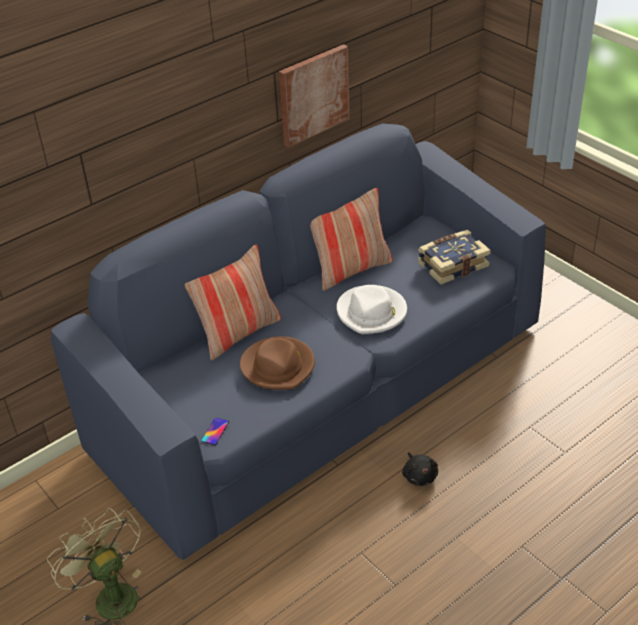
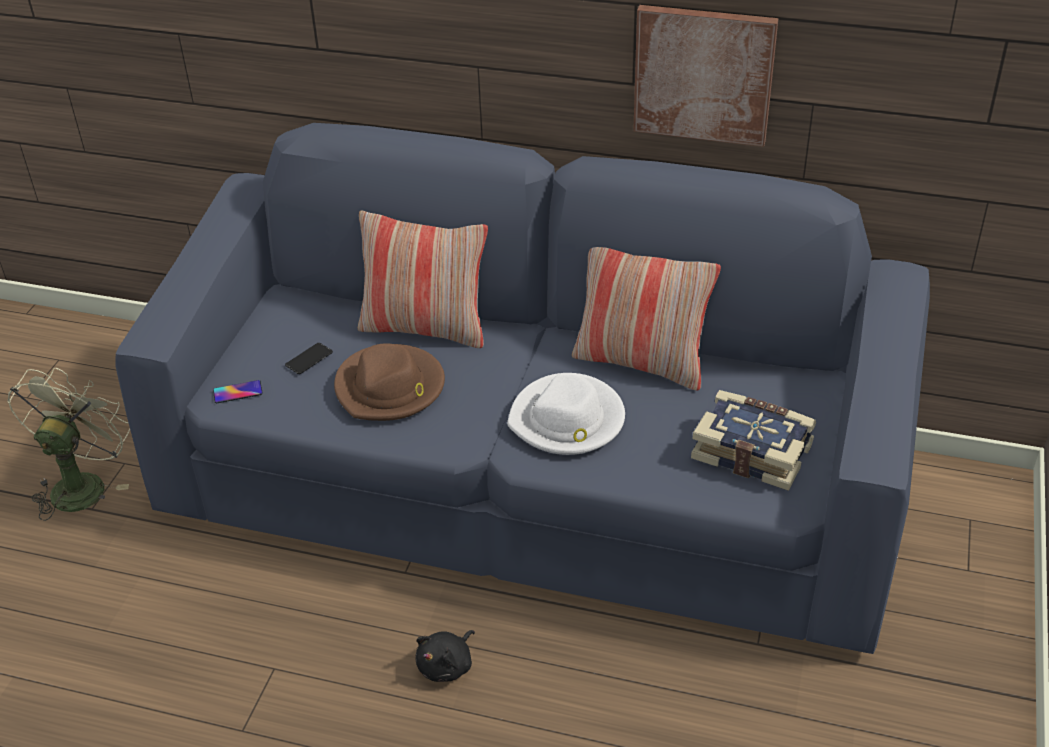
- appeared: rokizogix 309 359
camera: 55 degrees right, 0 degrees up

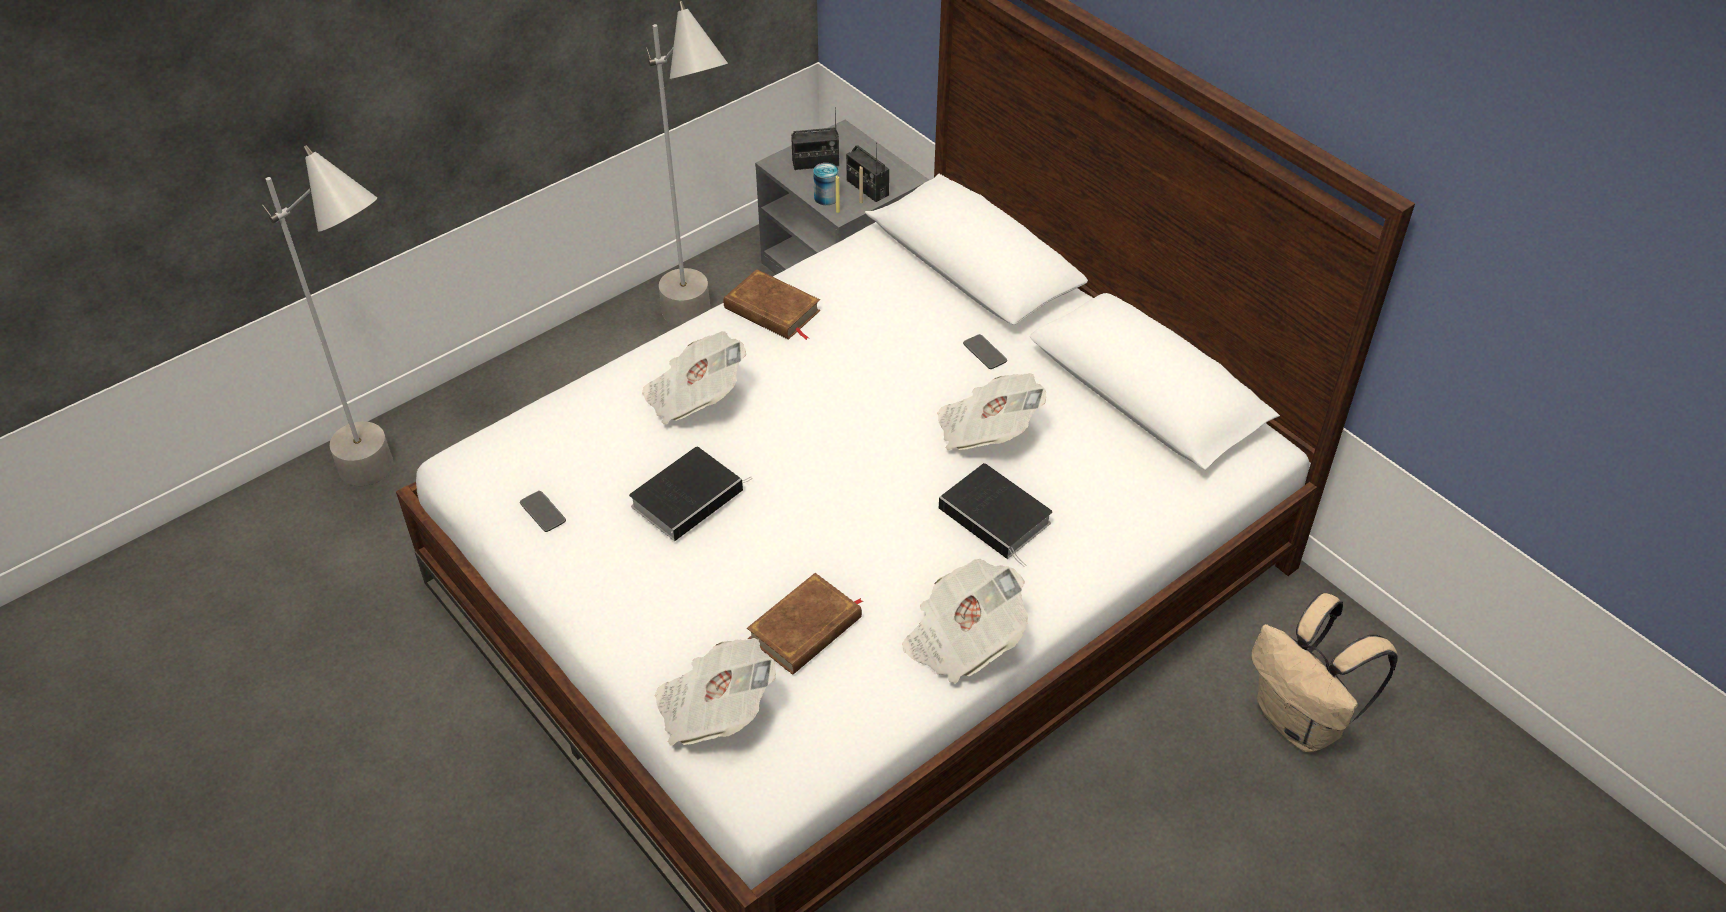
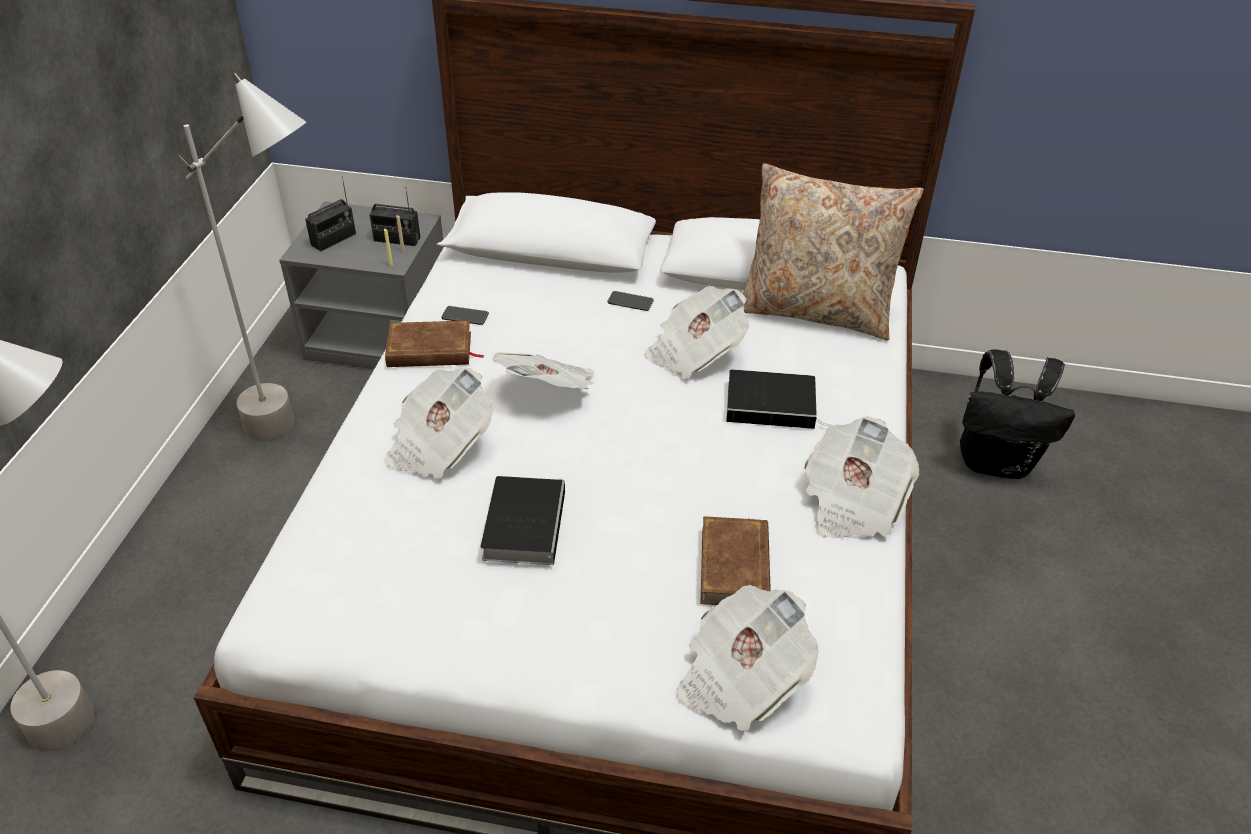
- missing: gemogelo 826 197
- appeared: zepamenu 549 390
- appeared: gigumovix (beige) 816 311
- relocated: rokizogix 543 512 to 465 316
- colour: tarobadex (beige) 1301 721 to tarobadex (black) 996 462
camera: 40 degrees left, 5 degrees down

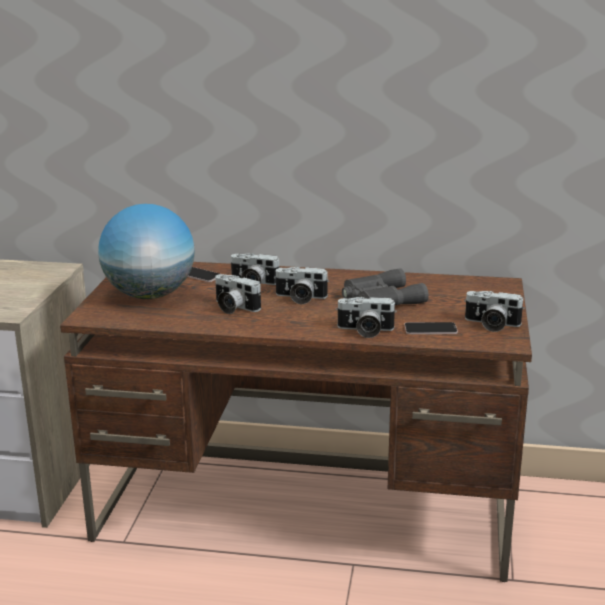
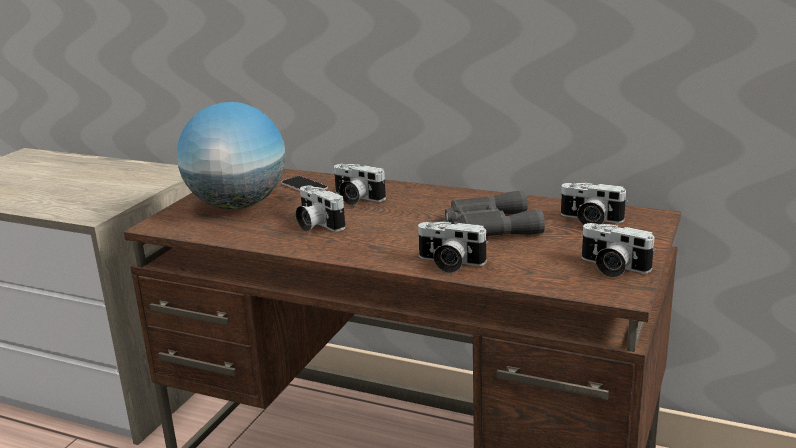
- missing: rokizogix 430 329
- relocated: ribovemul 300 298 to 589 221
camera: 15 degrees right, 0 degrees up

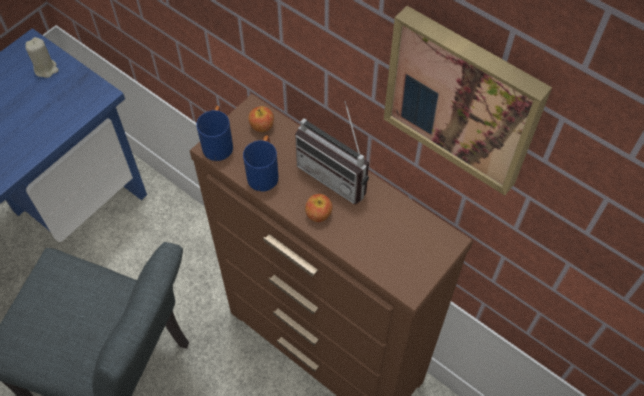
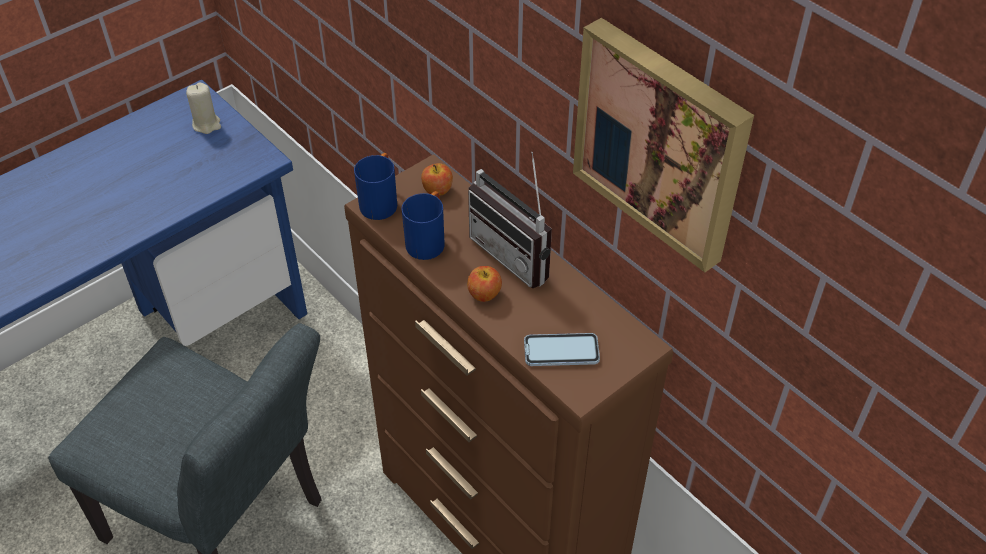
- appeared: rokizogix 561 351
camera: 10 degrees right, 10 degrees down

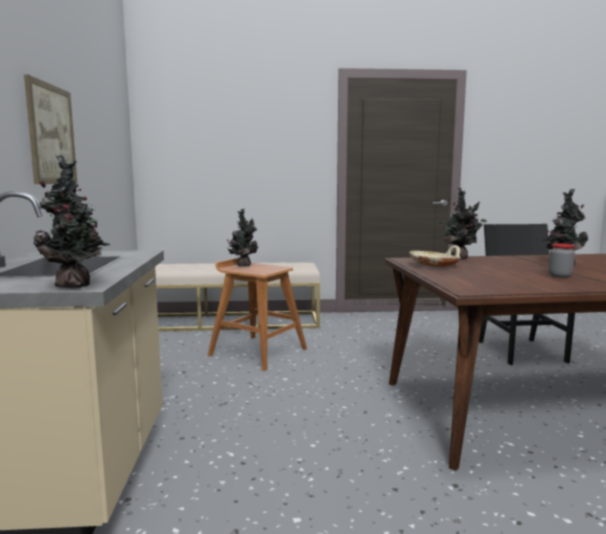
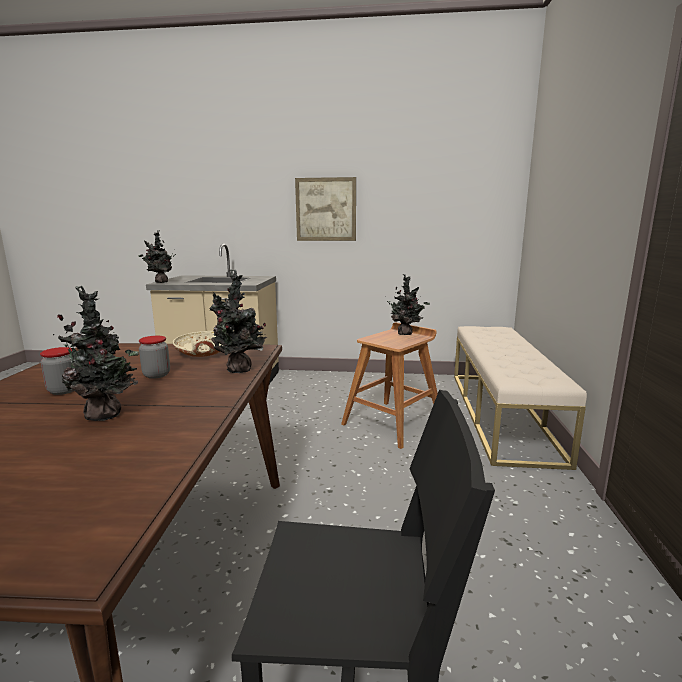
- appeared: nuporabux 156 375
camera: 100 degrees right, 5 degrees up

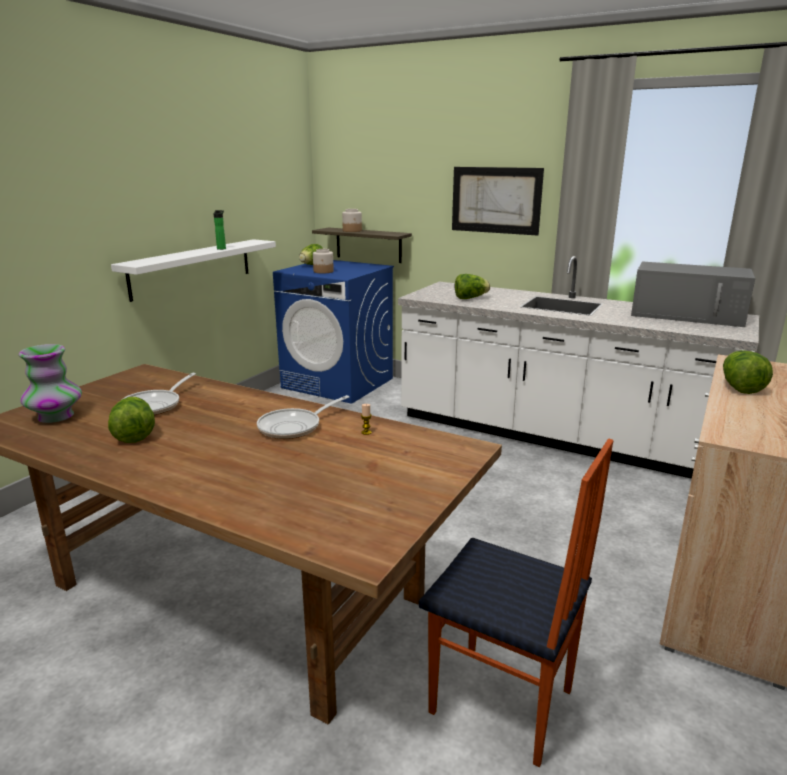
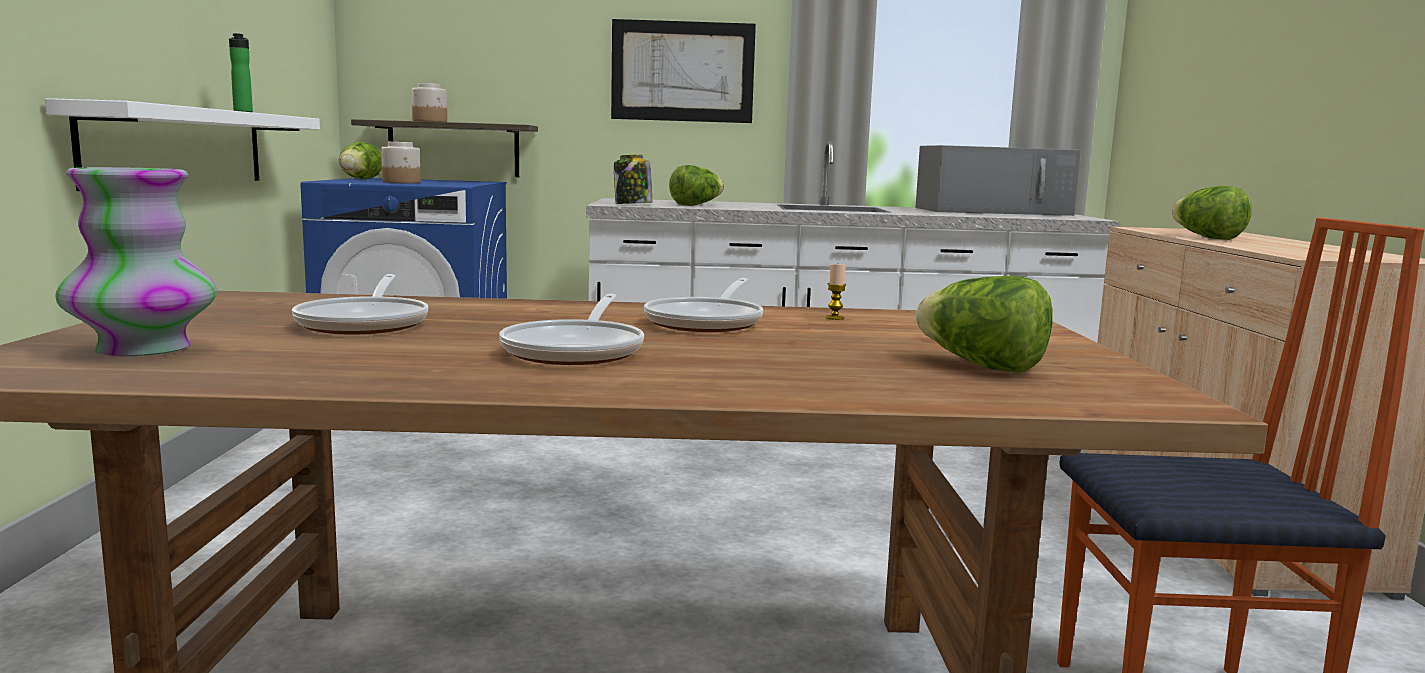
- appeared: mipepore 577 351
- appeared: nuporabux 632 204
- relocated: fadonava 134 435 to 981 366
camera: 30 degrees left, 10 degrees down

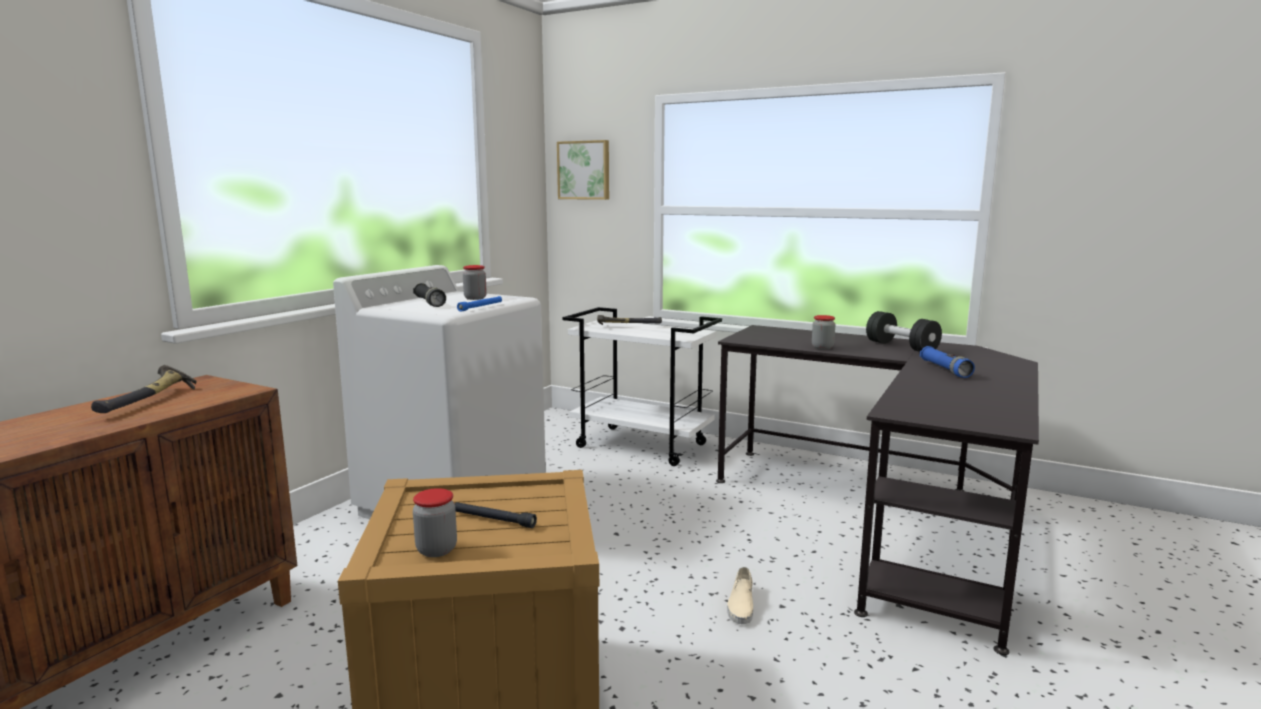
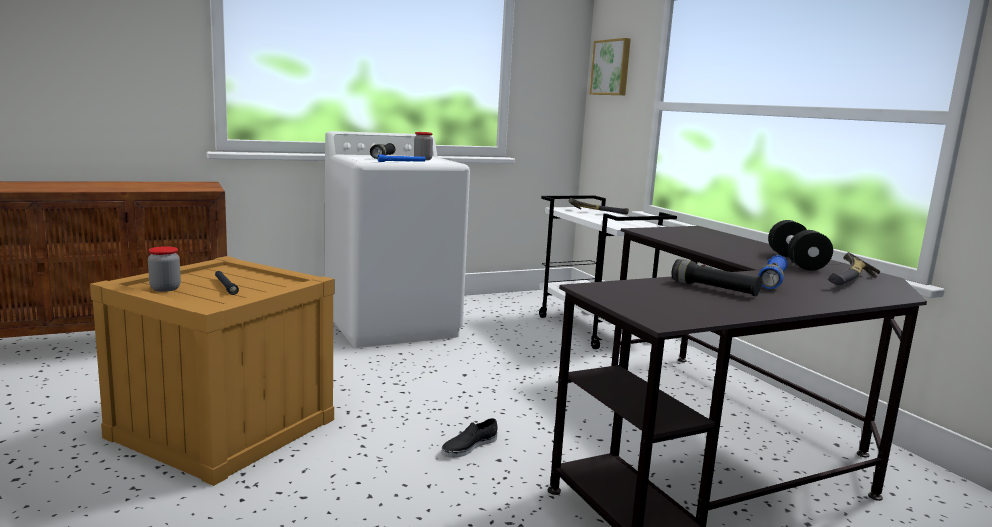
- missing: nuporabux 822 347
- appeared: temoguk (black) 714 289
- relocated: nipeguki 151 400 to 852 281
- colour: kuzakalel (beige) 741 605 to kuzakalel (black) 469 446
camera: 35 degrees right, 0 degrees up

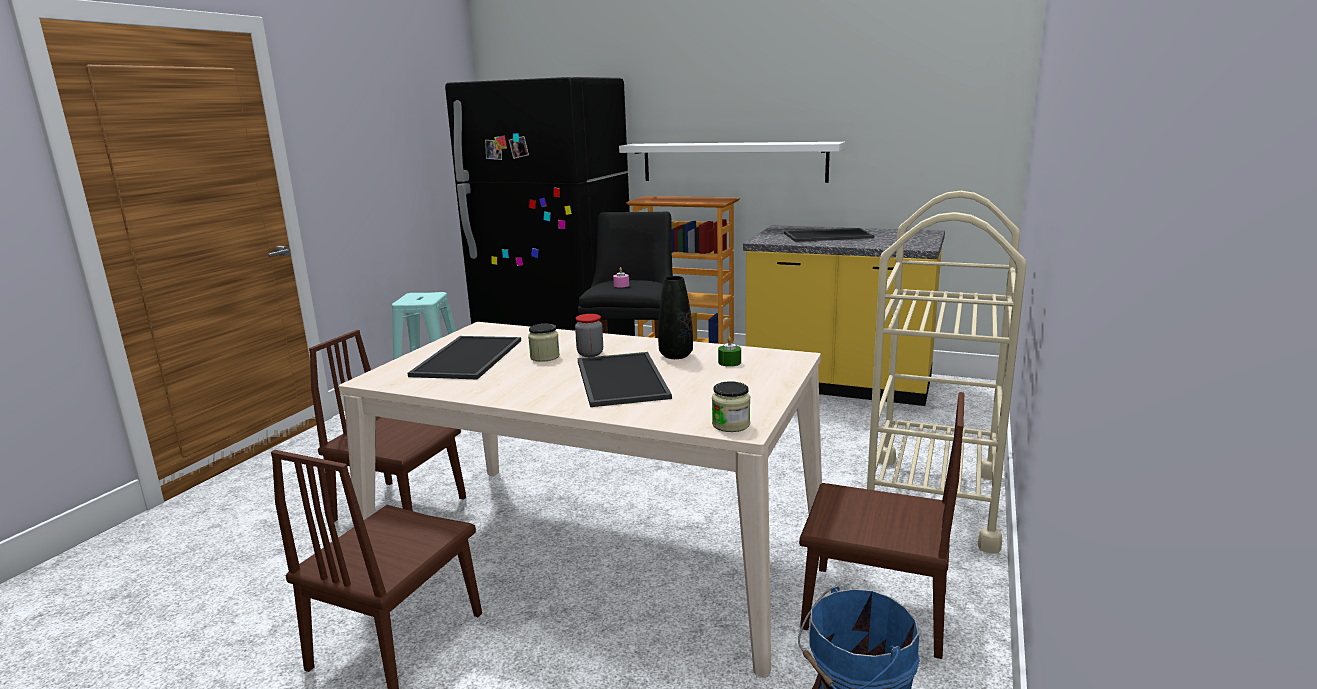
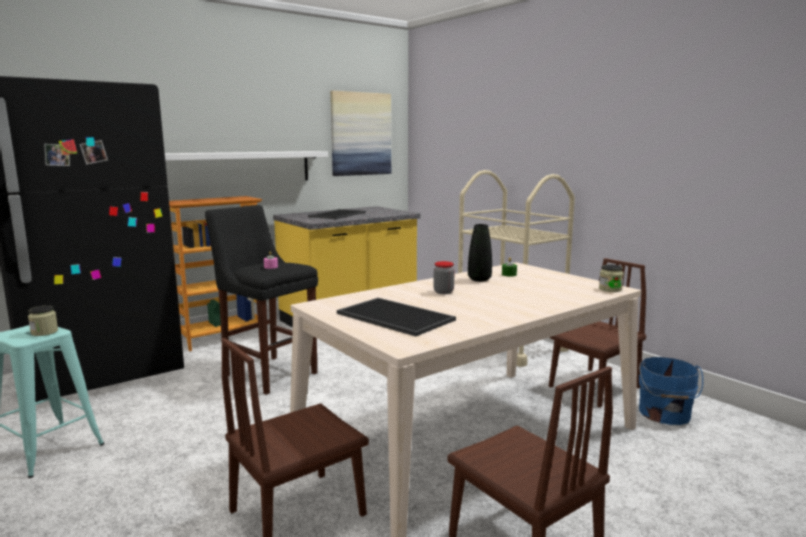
- missing: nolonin 619 379
- appeared: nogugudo 360 134
- relocated: nuporabux 544 357 to 44 332
camera: 60 degrees left, 5 degrees down

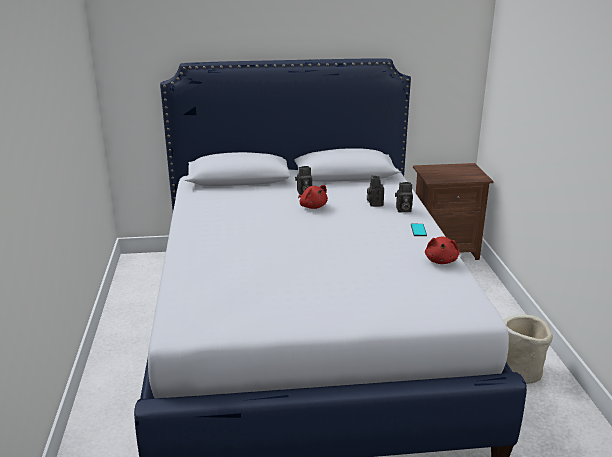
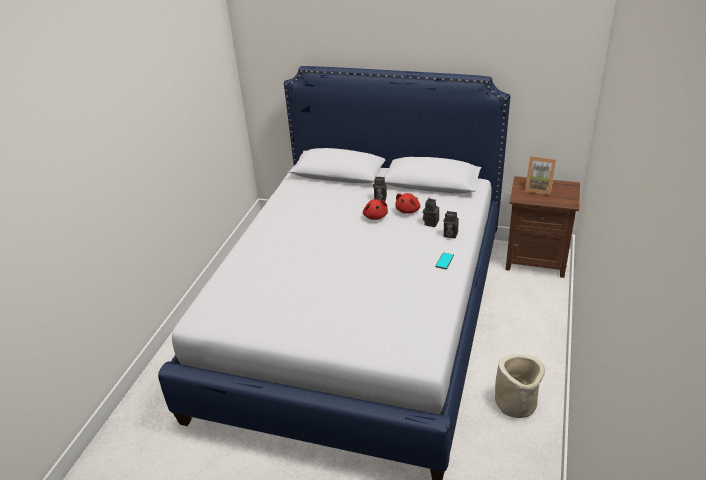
- appeared: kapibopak 538 188
- relocated: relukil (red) 441 260 to 408 210
camera: 25 degrees right, 10 degrees up

